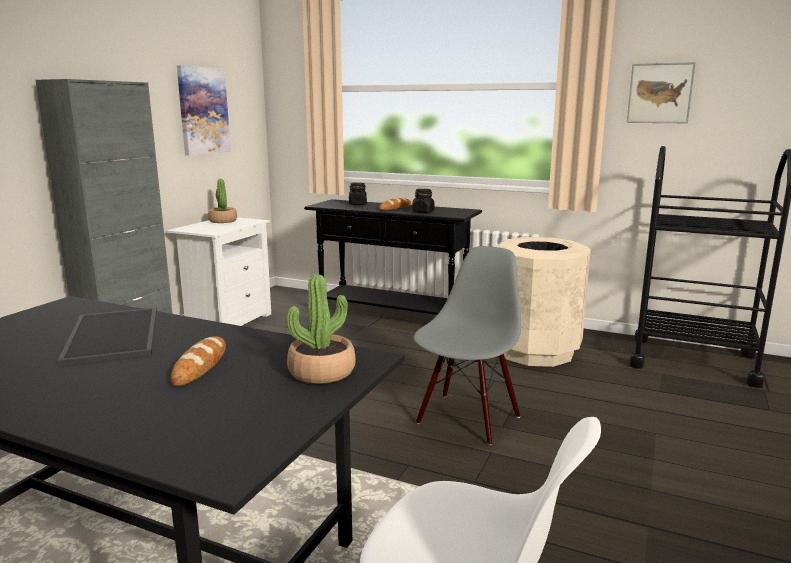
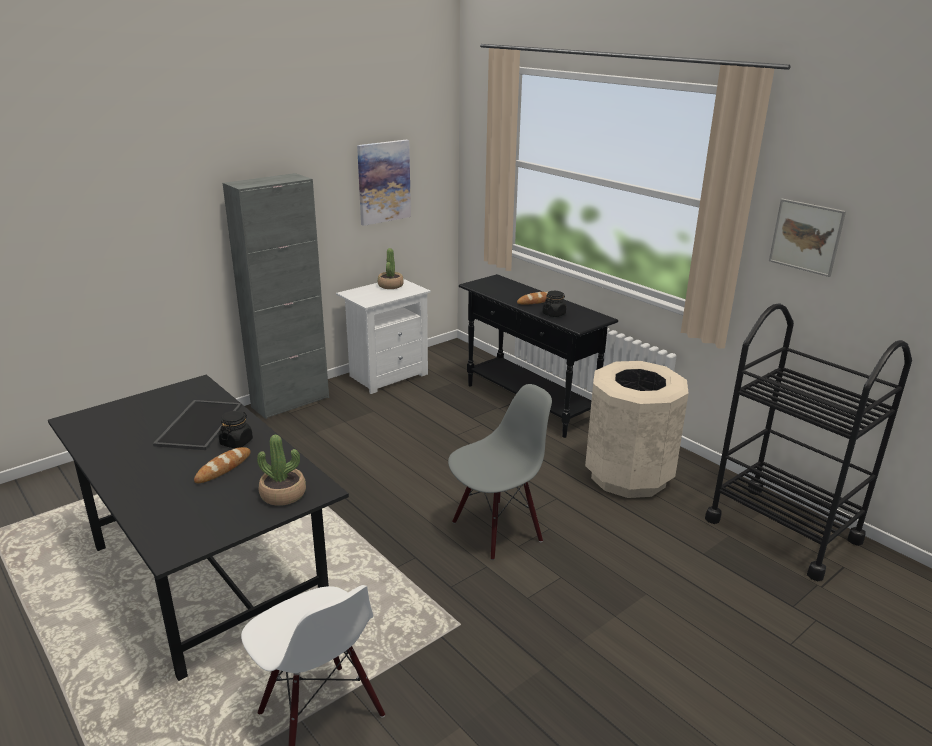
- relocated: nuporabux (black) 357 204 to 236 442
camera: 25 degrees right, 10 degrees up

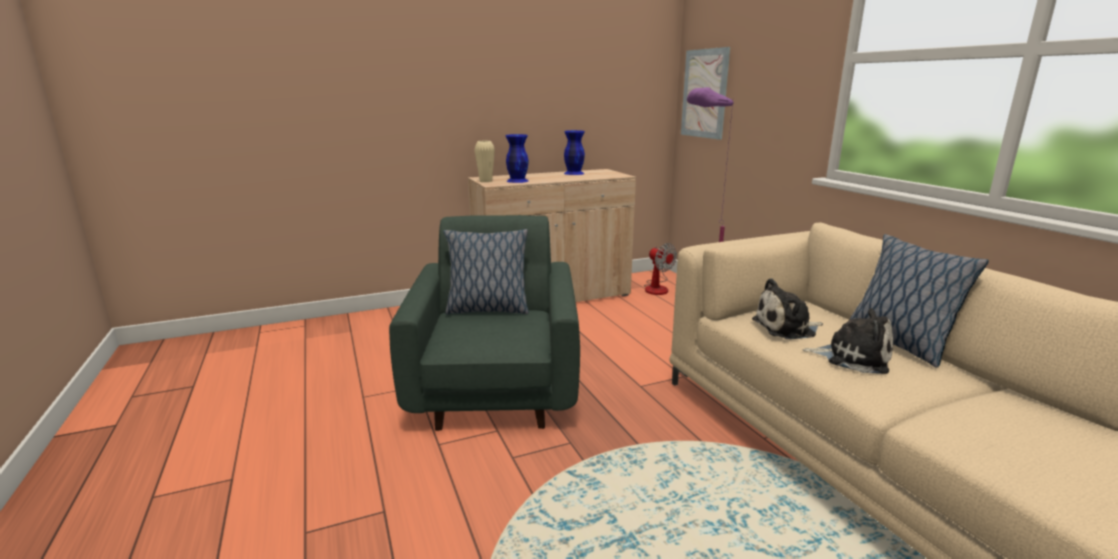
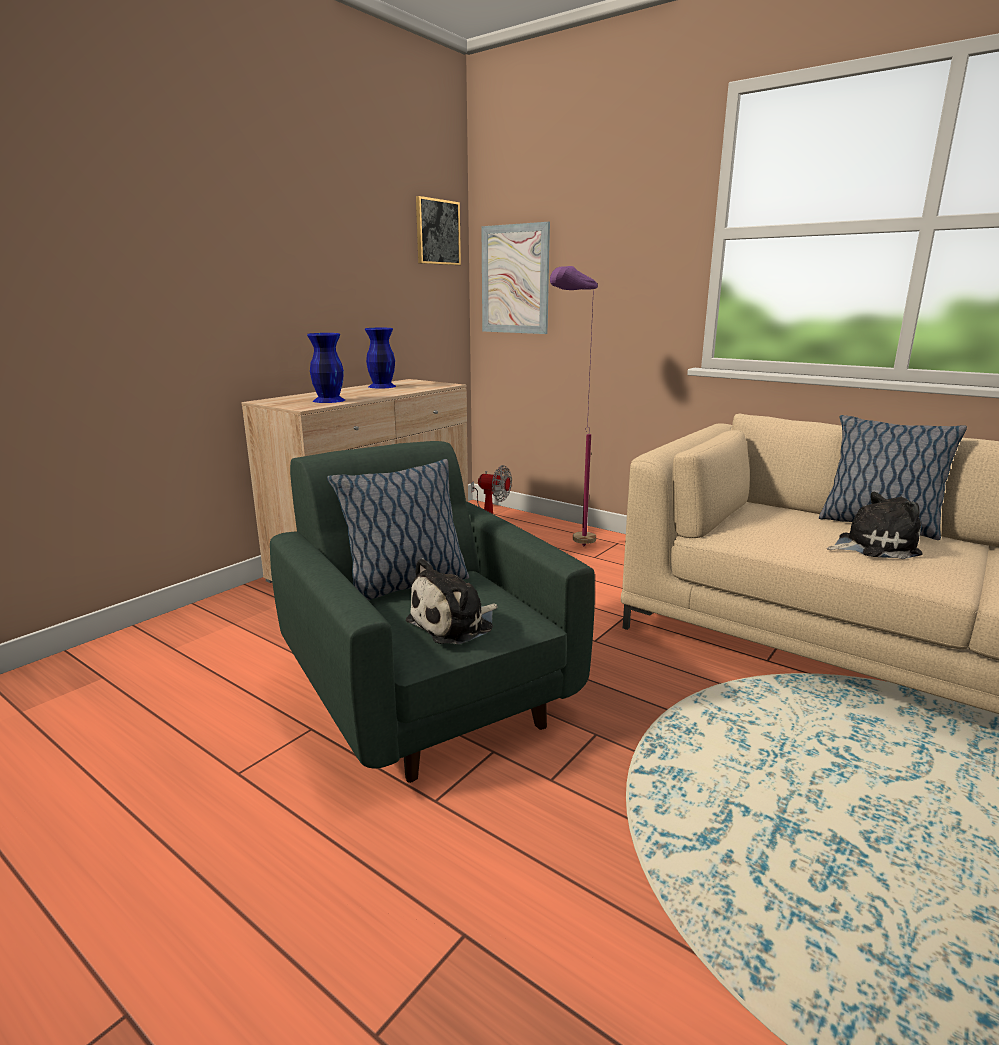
- missing: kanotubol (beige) 485 181
- appeared: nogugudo 437 232
- relocated: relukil 787 328 to 455 624
camera: 30 degrees left, 0 degrees up

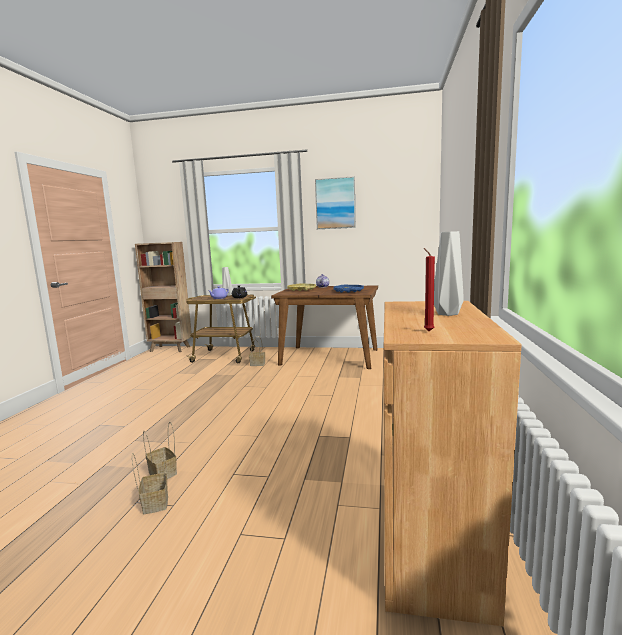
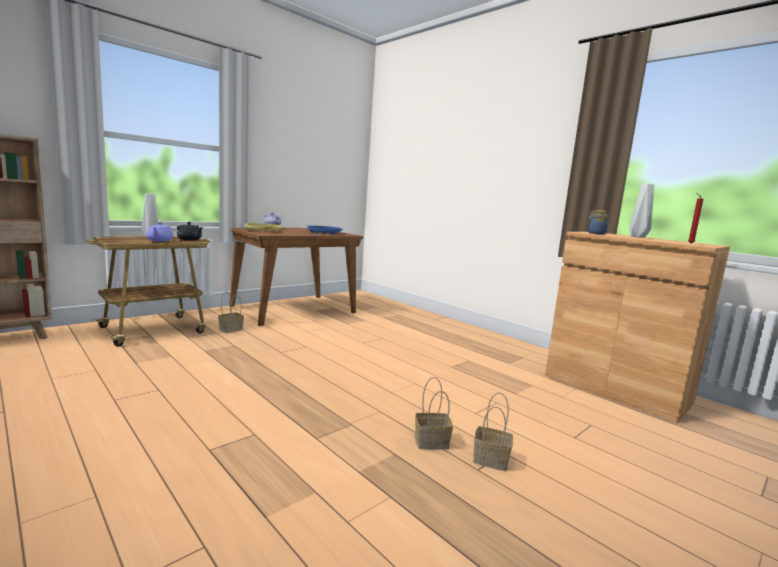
- missing: nogugudo 335 203
- appeared: nuporabux 595 233
camera: 55 degrees left, 0 degrees up

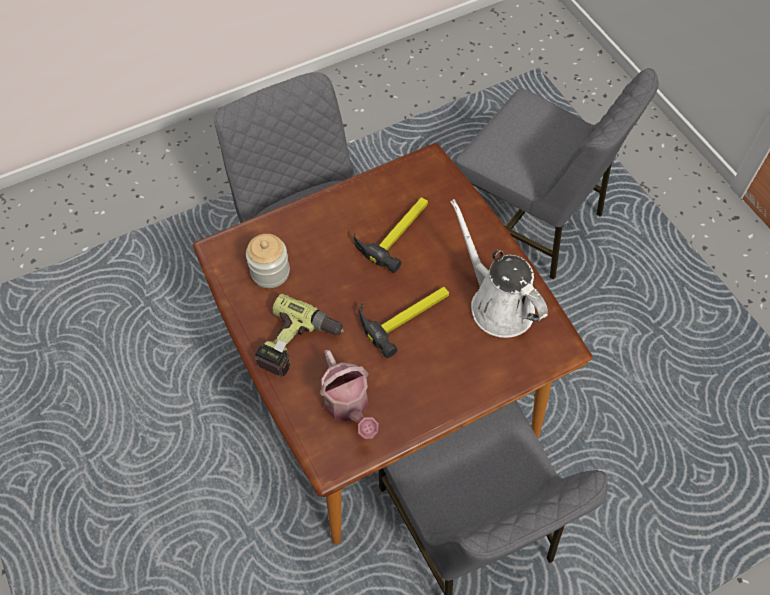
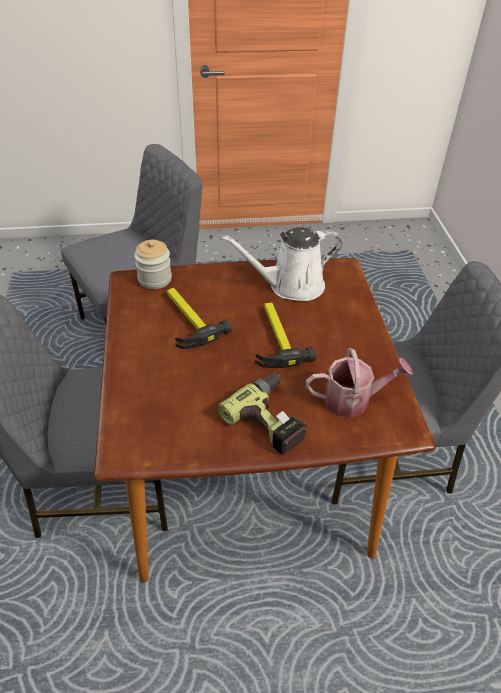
- relocated: nuporabux 270 272 to 155 279
camera: 70 degrees left, 15 degrees down

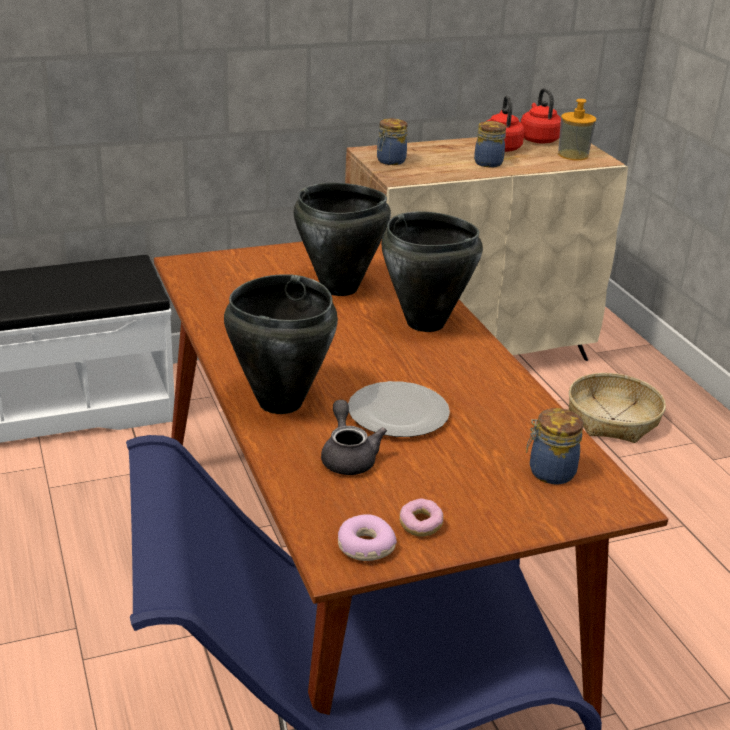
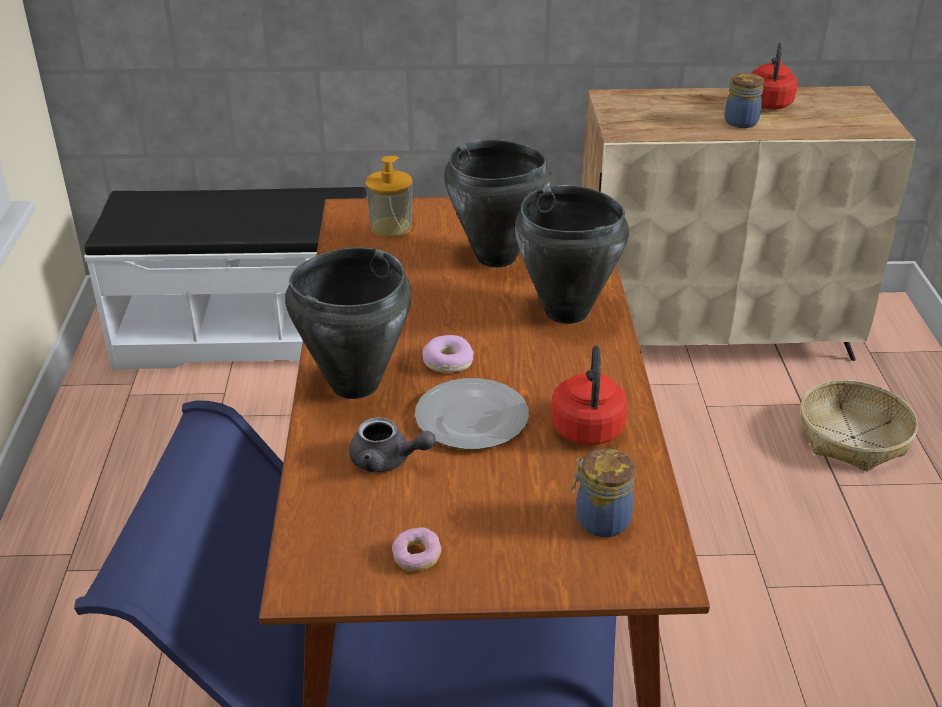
- missing: nuporabux 390 161
- relocated: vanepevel 365 546 to 447 362
- relocated: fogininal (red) 538 139 to 587 426
- relocated: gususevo 573 155 to 391 227
- spun: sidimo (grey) 348 457 = 388 461 105 degrees clockwise
camera: 20 degrees right, 5 degrees up

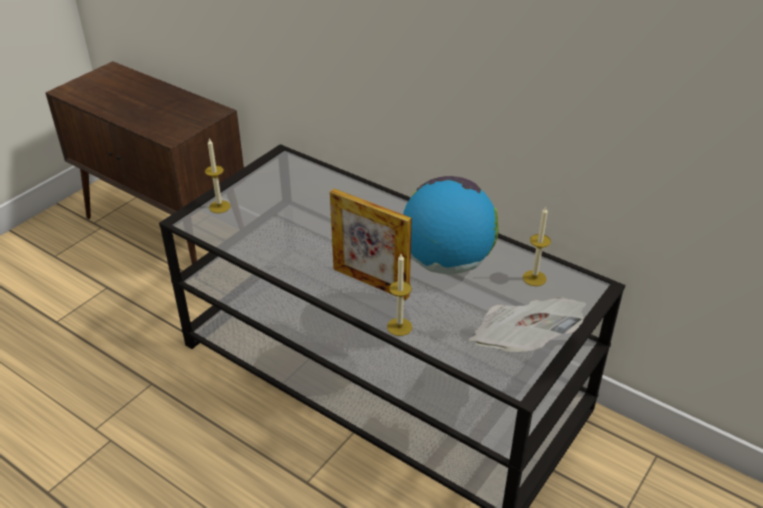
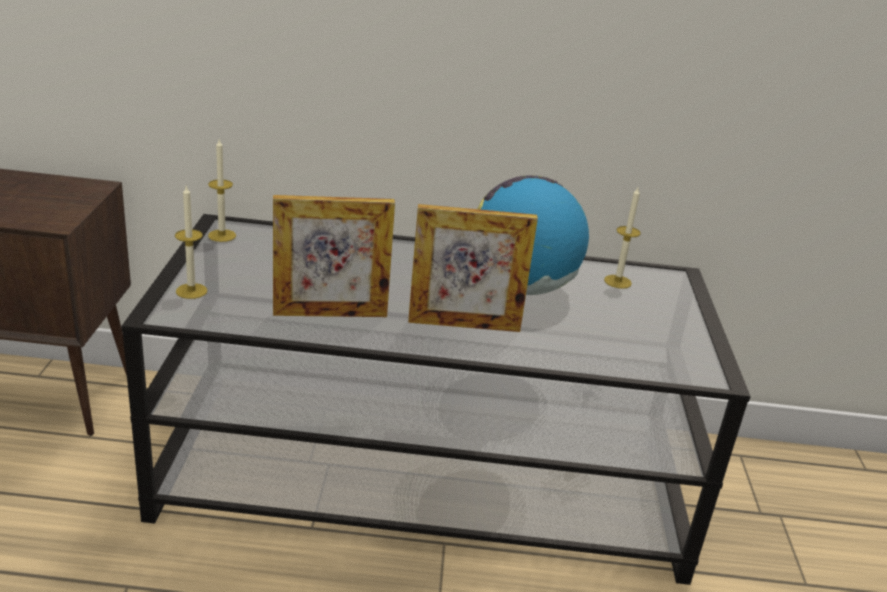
- missing: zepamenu 522 343
- appeared: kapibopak 330 314
- relocated: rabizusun 399 327 to 222 235
camera: 35 degrees left, 10 degrees down

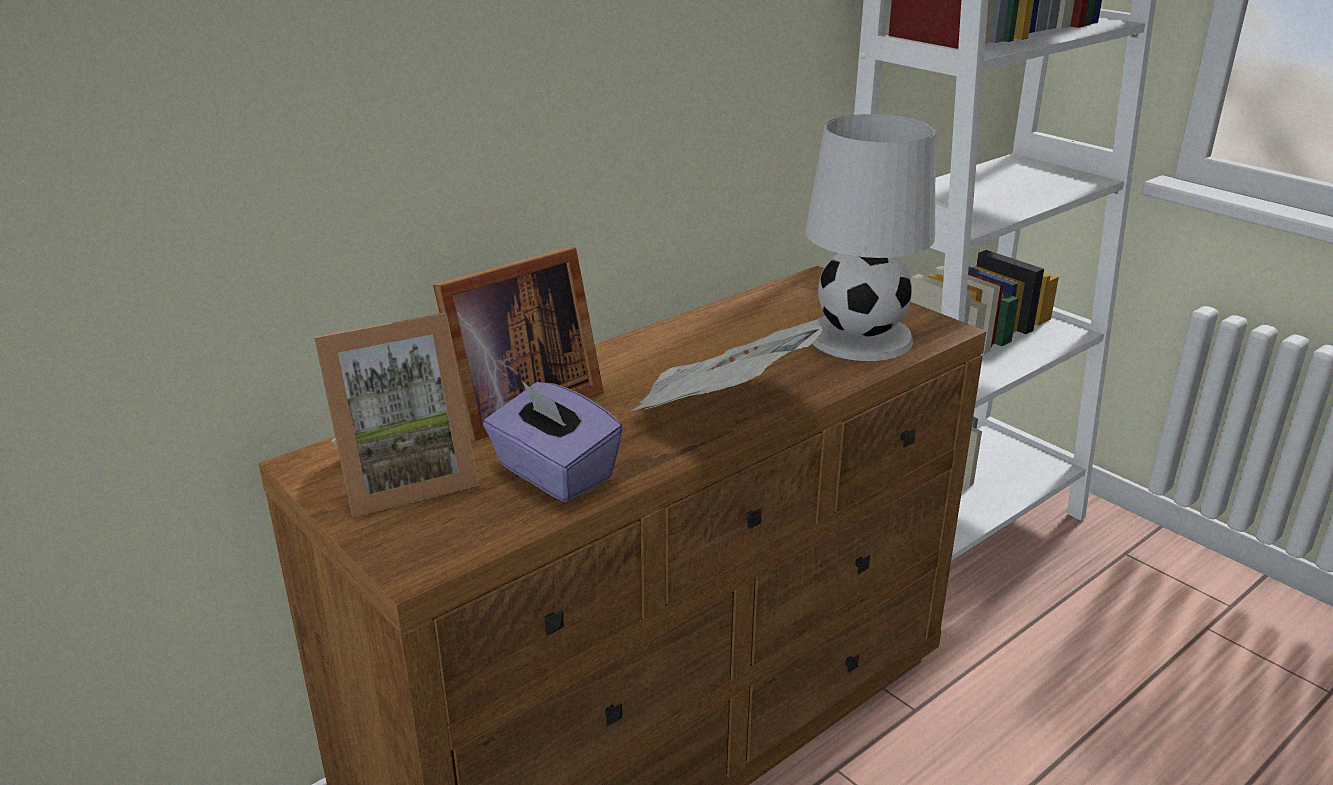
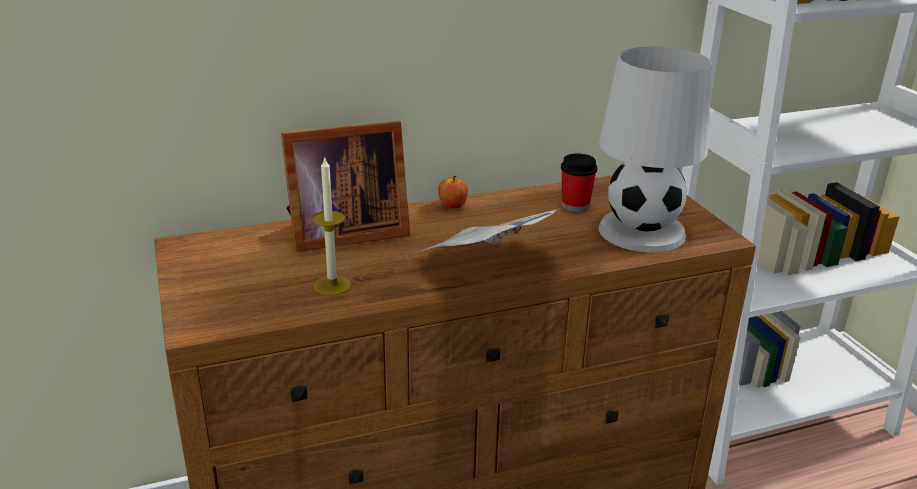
- missing: kapibopak 403 478
- appeared: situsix 452 205
- appeared: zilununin 575 205
- exchanged: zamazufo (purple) 553 473 to rabizusun 332 285
camera: 20 degrees right, 0 degrees up

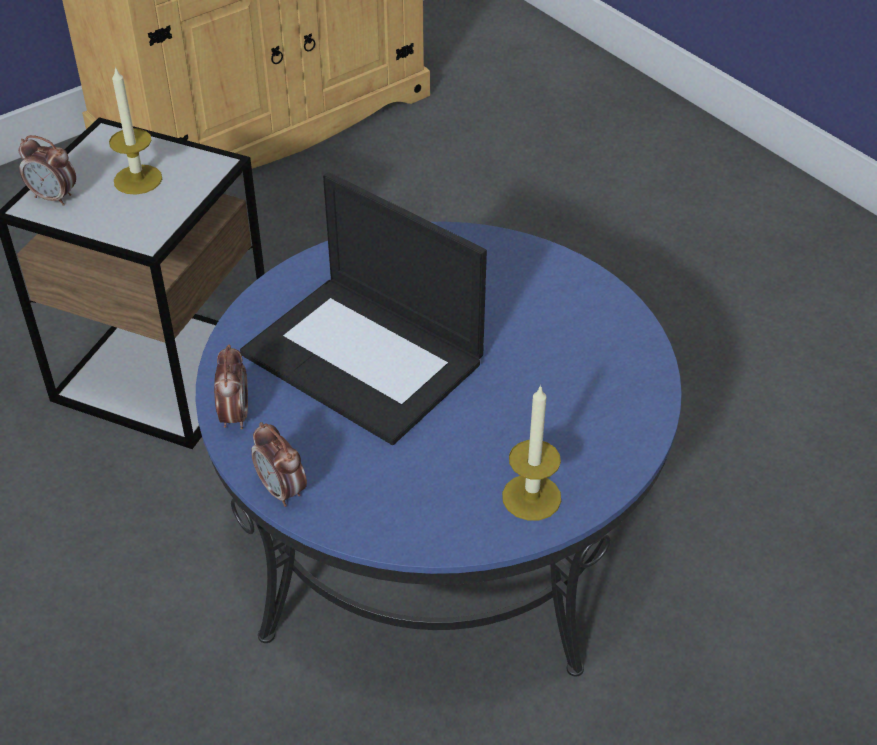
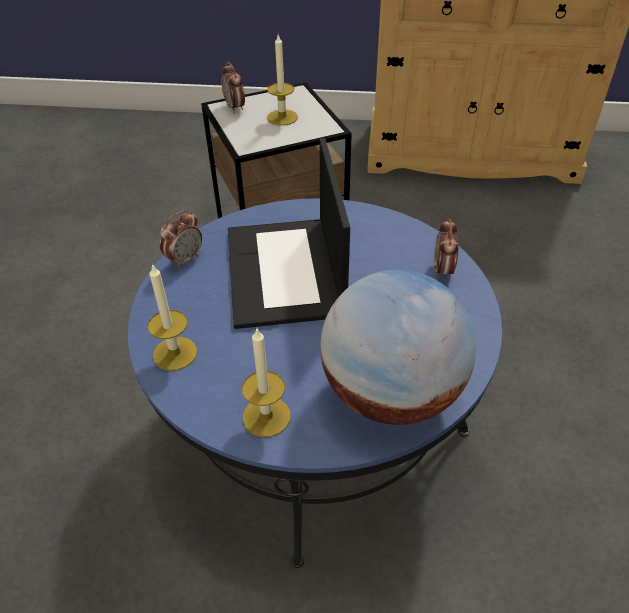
- appeared: rabizusun 175 353
- appeared: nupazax 391 394
- relocated: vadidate 282 490 to 443 271
camera: 45 degrees right, 0 degrees up

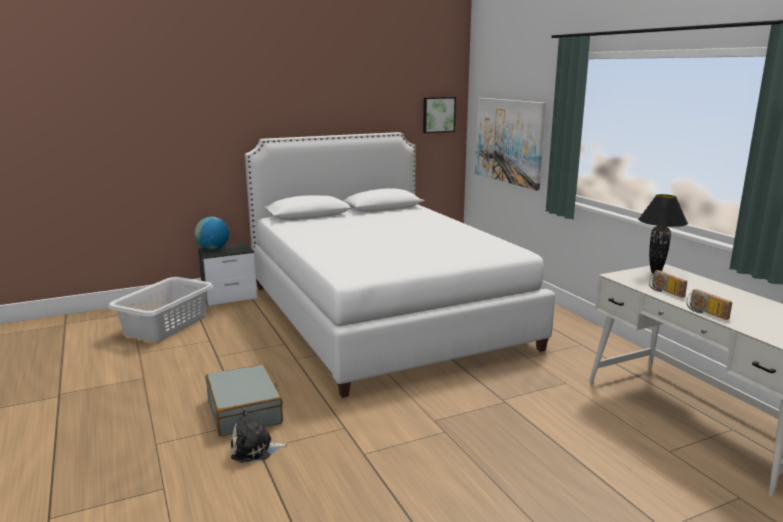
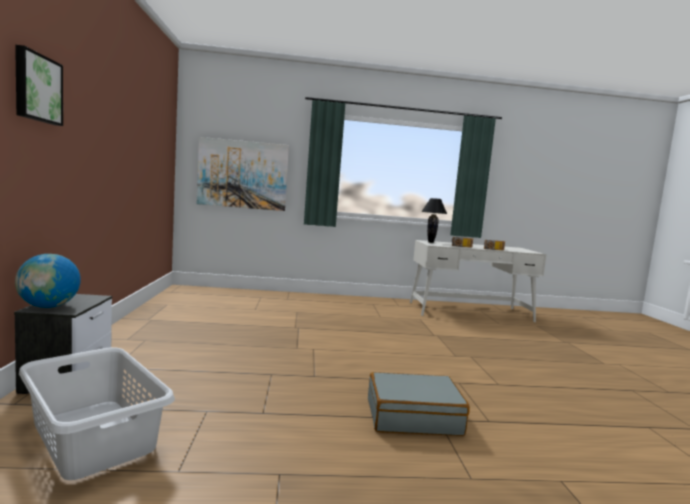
- missing: relukil 255 449
- missing: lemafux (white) 383 316
- relocated: nogugudo 438 114 to 37 88
camera: 70 degrees left, 10 degrees down

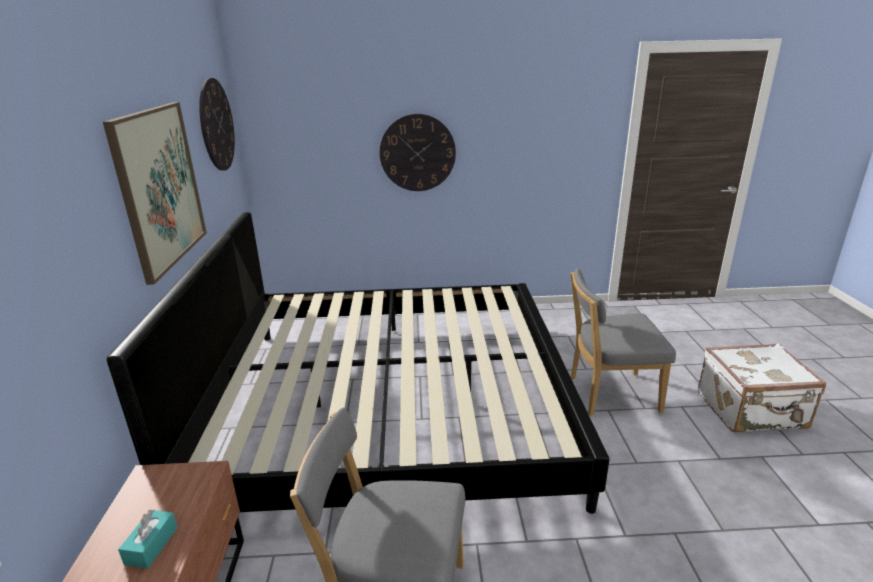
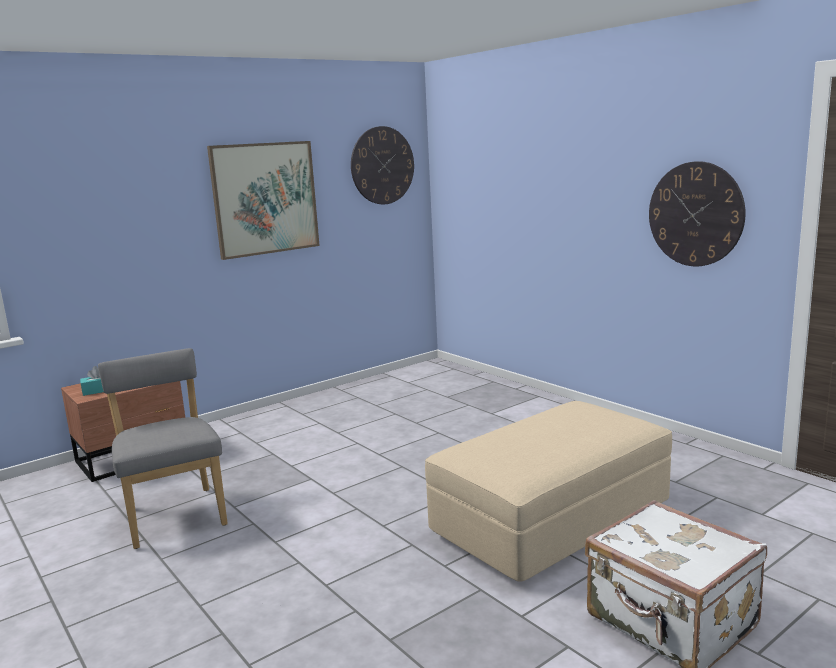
- missing: lemafux 390 404
- relocated: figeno 417 153 to 695 214
- exchanged: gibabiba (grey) 609 394 to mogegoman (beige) 551 520
camera: 55 degrees right, 10 degrees down

